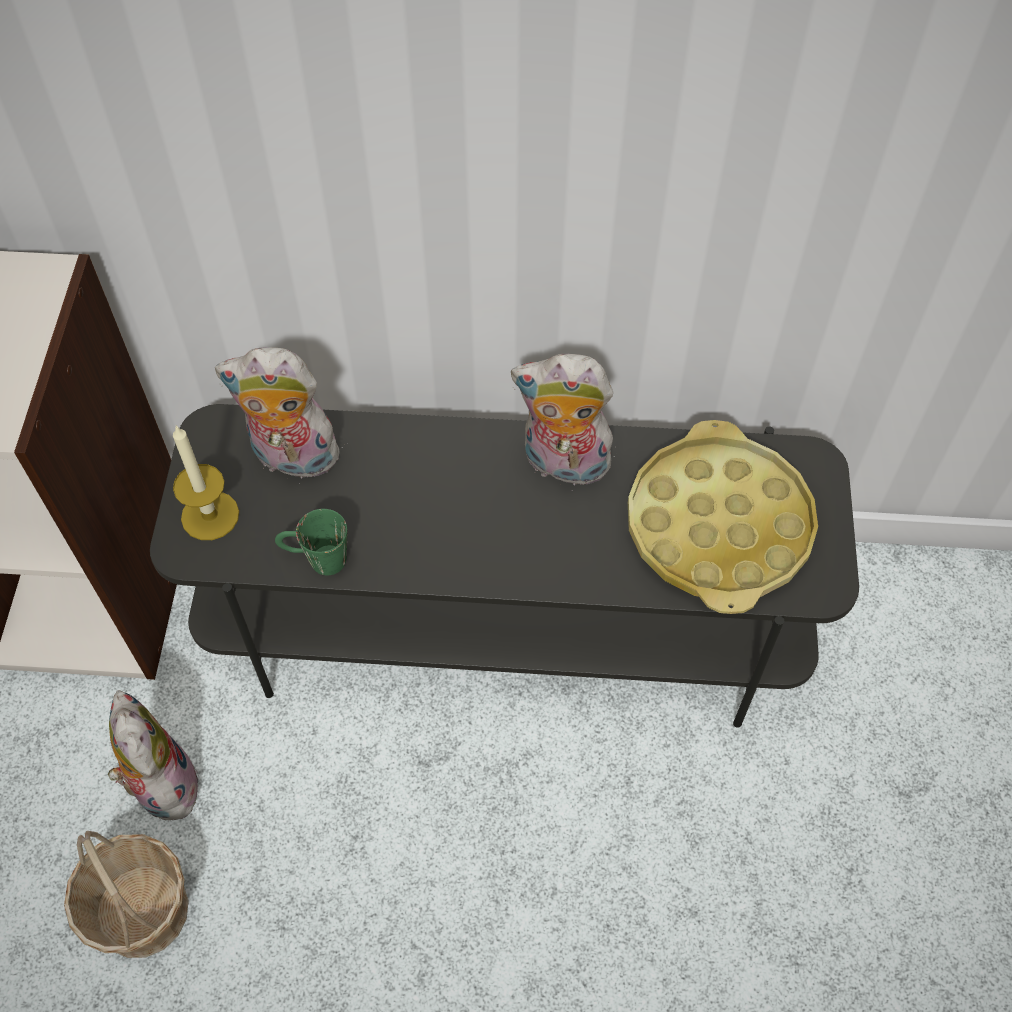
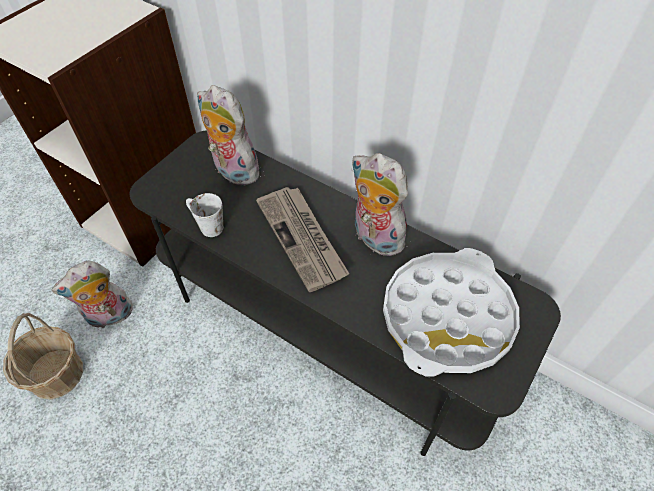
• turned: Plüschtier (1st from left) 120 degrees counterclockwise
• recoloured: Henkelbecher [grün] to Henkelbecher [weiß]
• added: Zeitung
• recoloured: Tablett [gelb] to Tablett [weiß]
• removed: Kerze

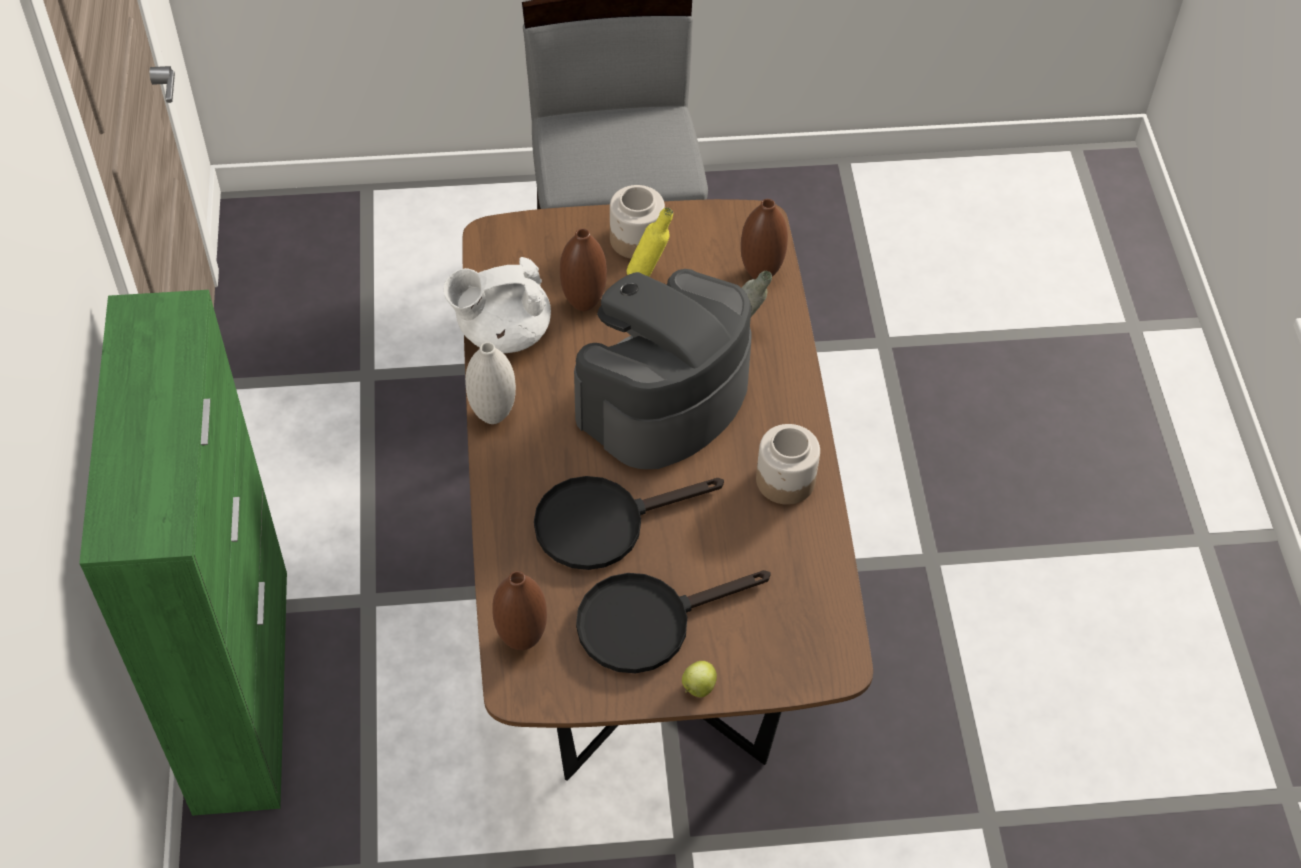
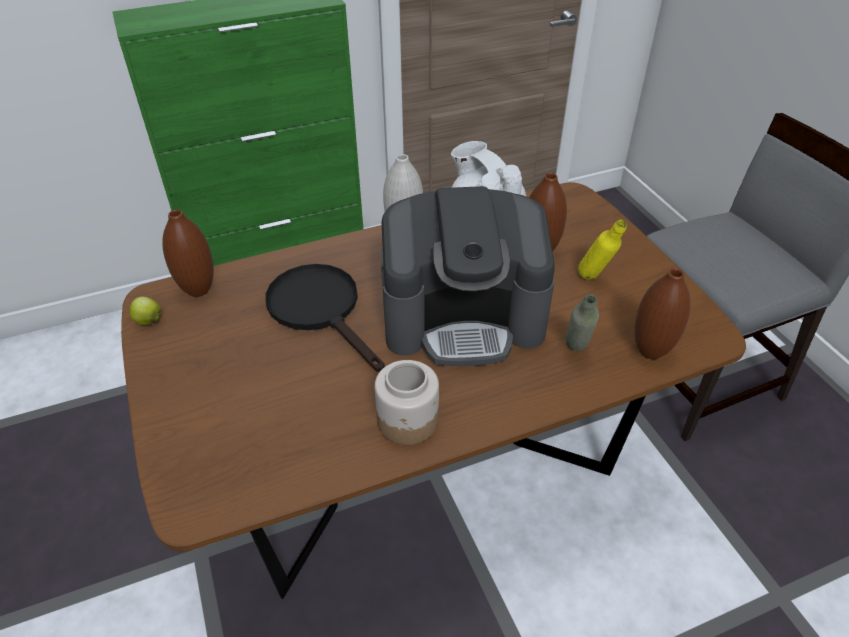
• moved: Apfel
• turned: Kaffeemaschine 150 degrees clockwise
• removed: Pfanne [schwarz] (2nd from left)
• removed: Vorratsglas (1st from left)

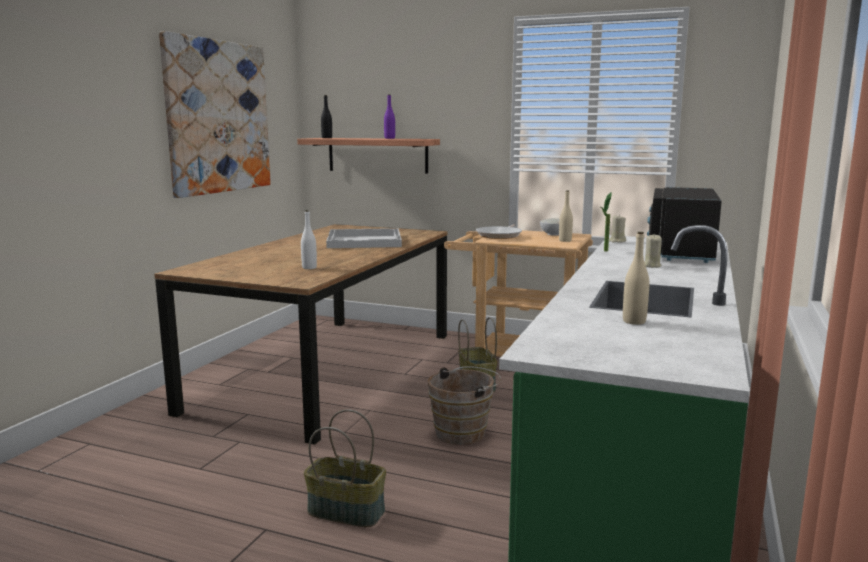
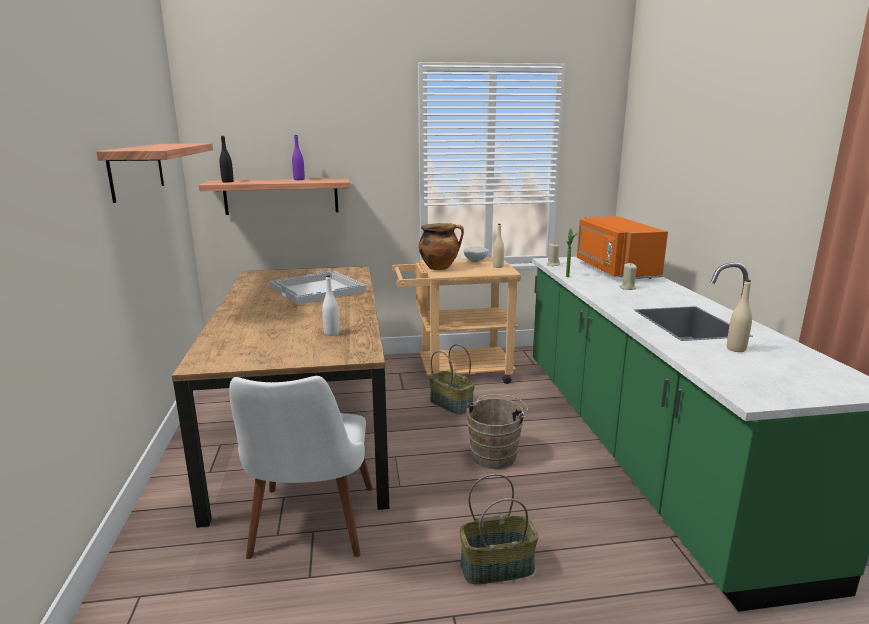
• replaced: Bild to Wandregal (1st from left)
• added: Stuhl [weiß]
• replaced: Pfanne to Kochtopf
• recoloured: Mikrowelle [schwarz] to Mikrowelle [orange]

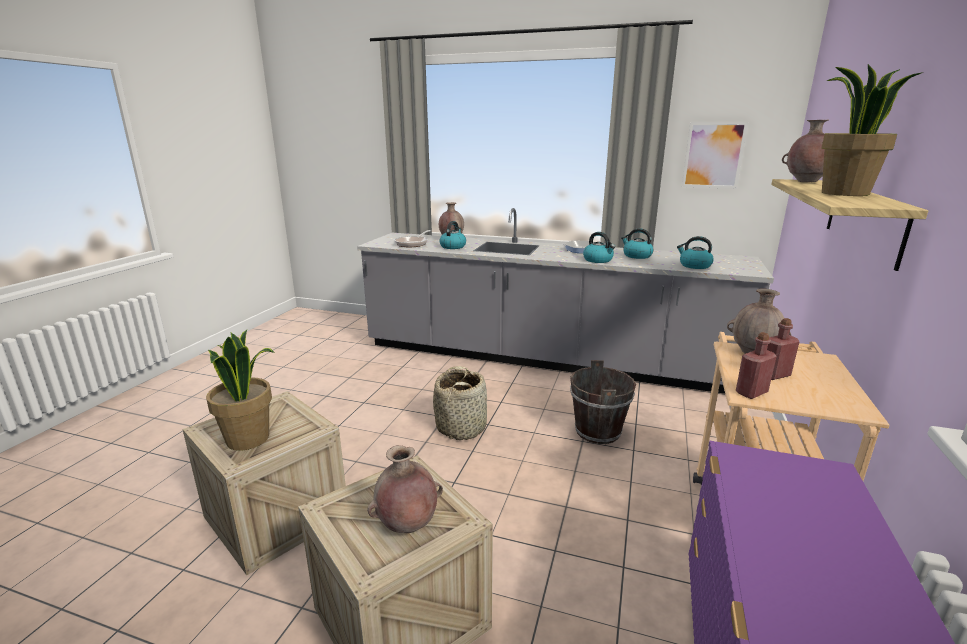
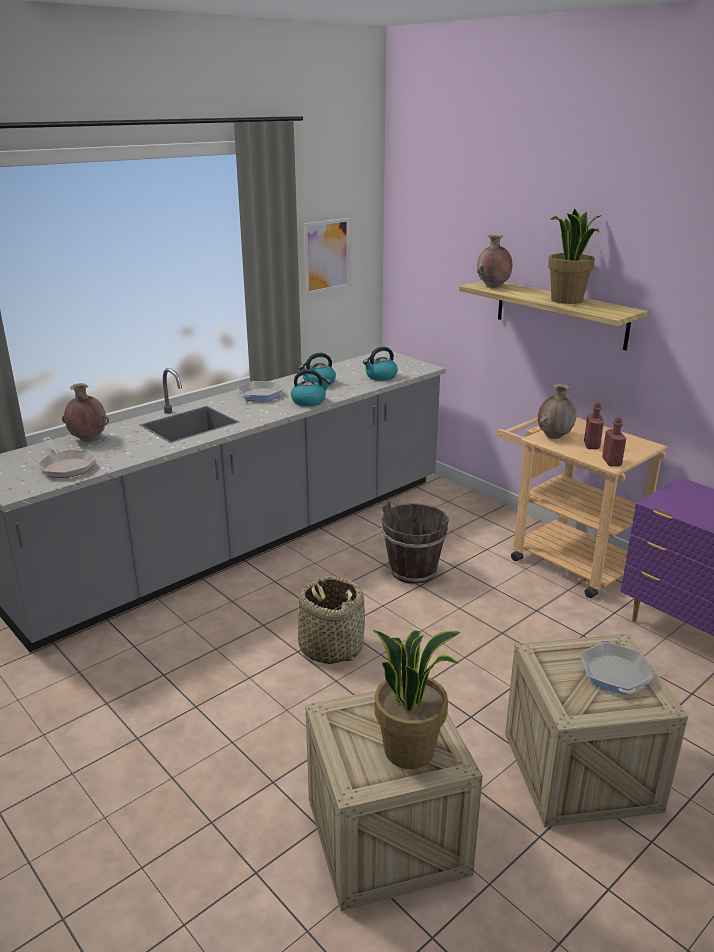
• replaced: Vase [braun] (1st from left) to Pfanne (3rd from left)
• removed: Wasserkessel (1st from left)

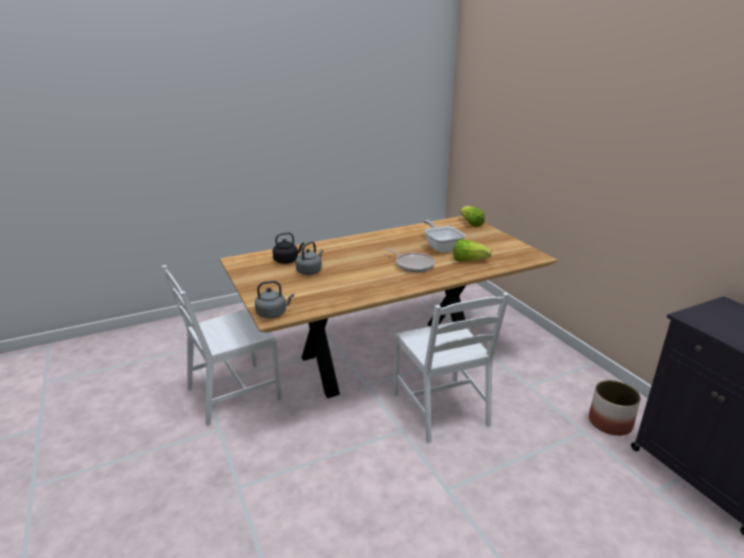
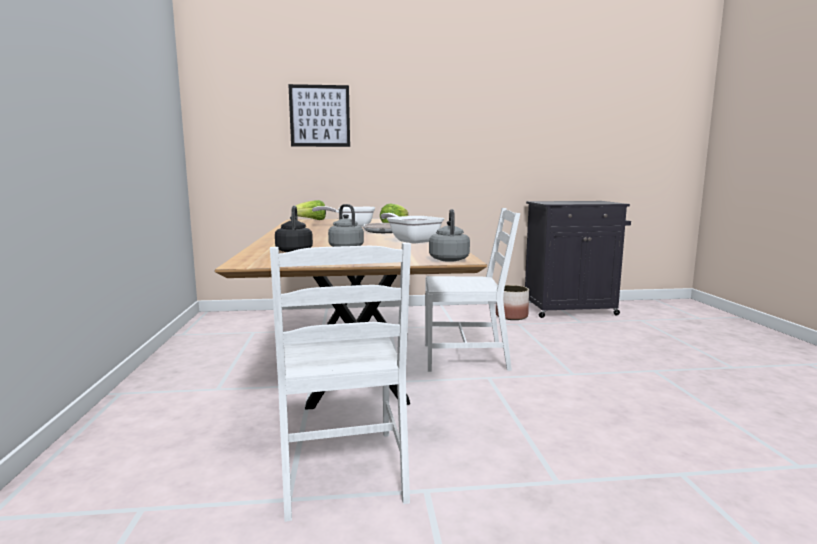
• added: Bild
• added: Pfanne (3rd from left)

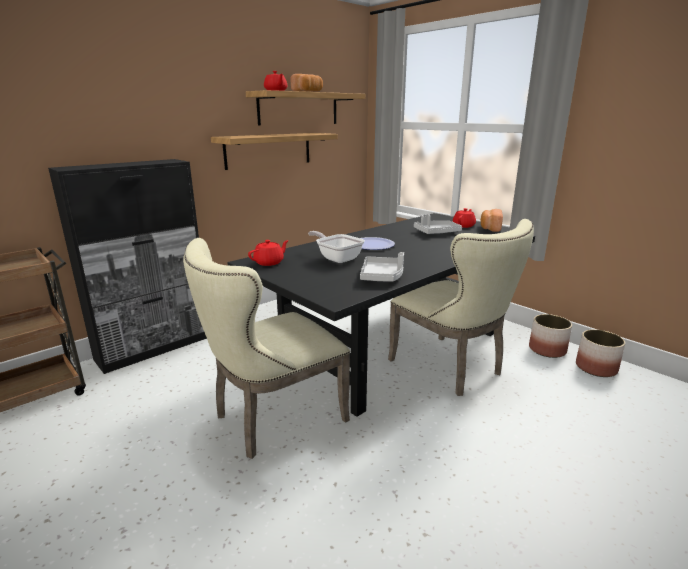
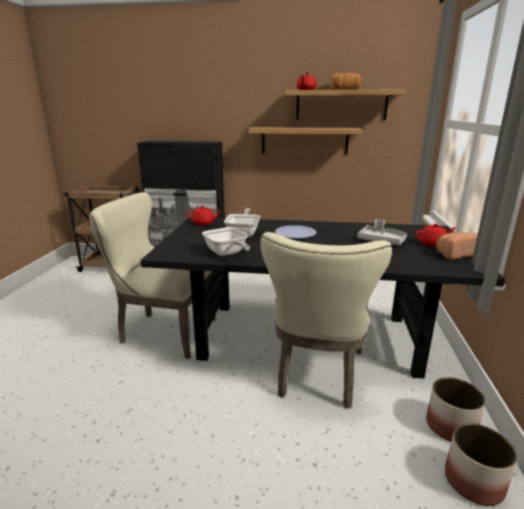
• replaced: Tablett [grau] (1st from left) to Pfanne (1st from left)

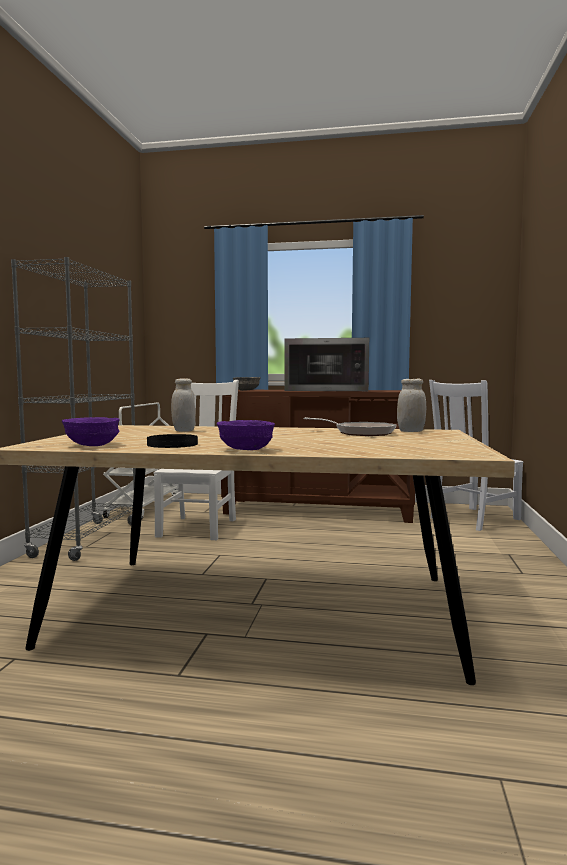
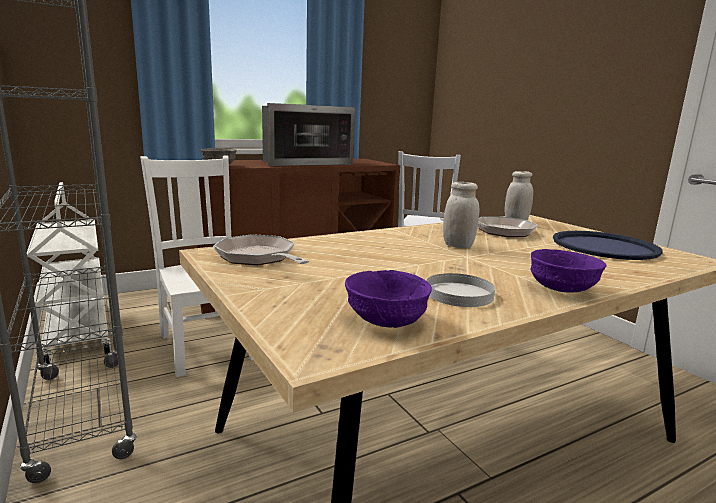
• added: Pfanne (1st from left)
• recoloured: Teller [schwarz] to Teller [weiß]
• moved: Vorratsglas [weiß] (1st from left)
• added: Tablett [blau]

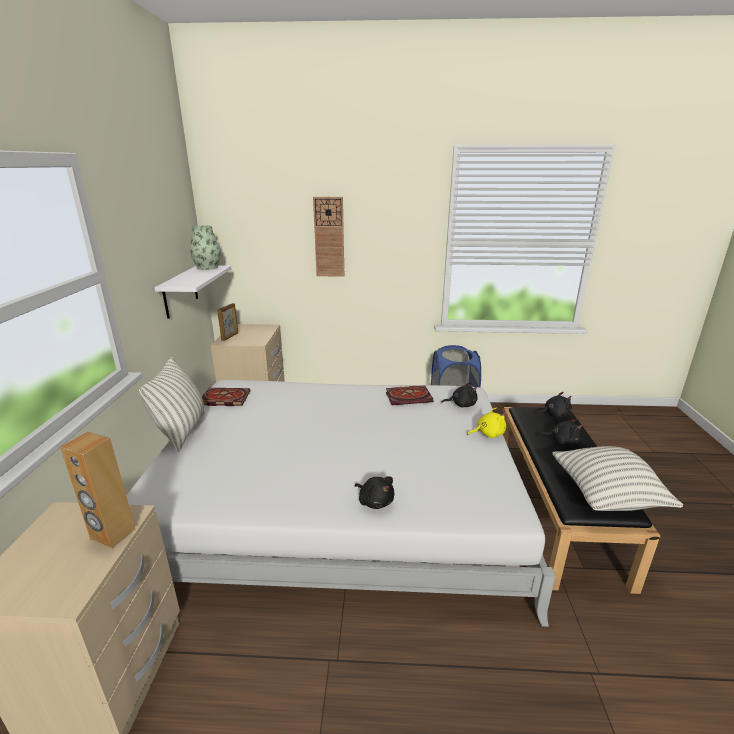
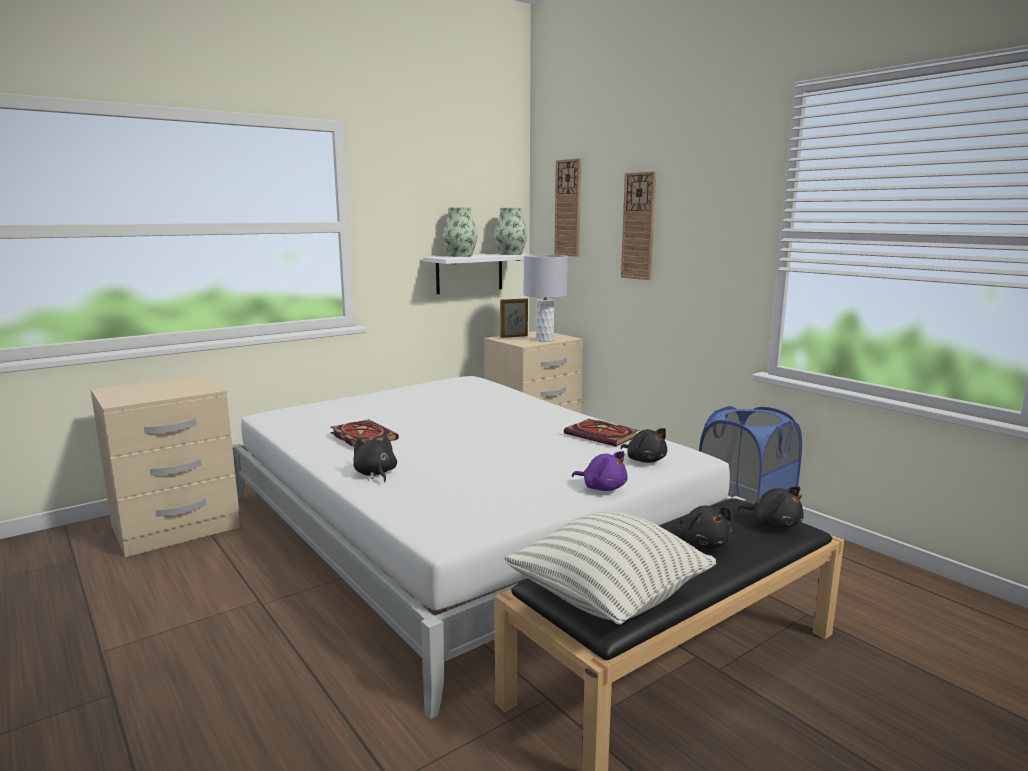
• moved: Buch (1st from left)
• turned: Plüschtier [schwarz] (1st from left) 150 degrees clockwise
• added: Vase (1st from left)
• added: Tischlampe [grau]
• added: Wanduhr (1st from left)
• recoloured: Plüschtier [gelb] to Plüschtier [lila]
• removed: Lautsprecher [braun]
• removed: Kissen (1st from left)

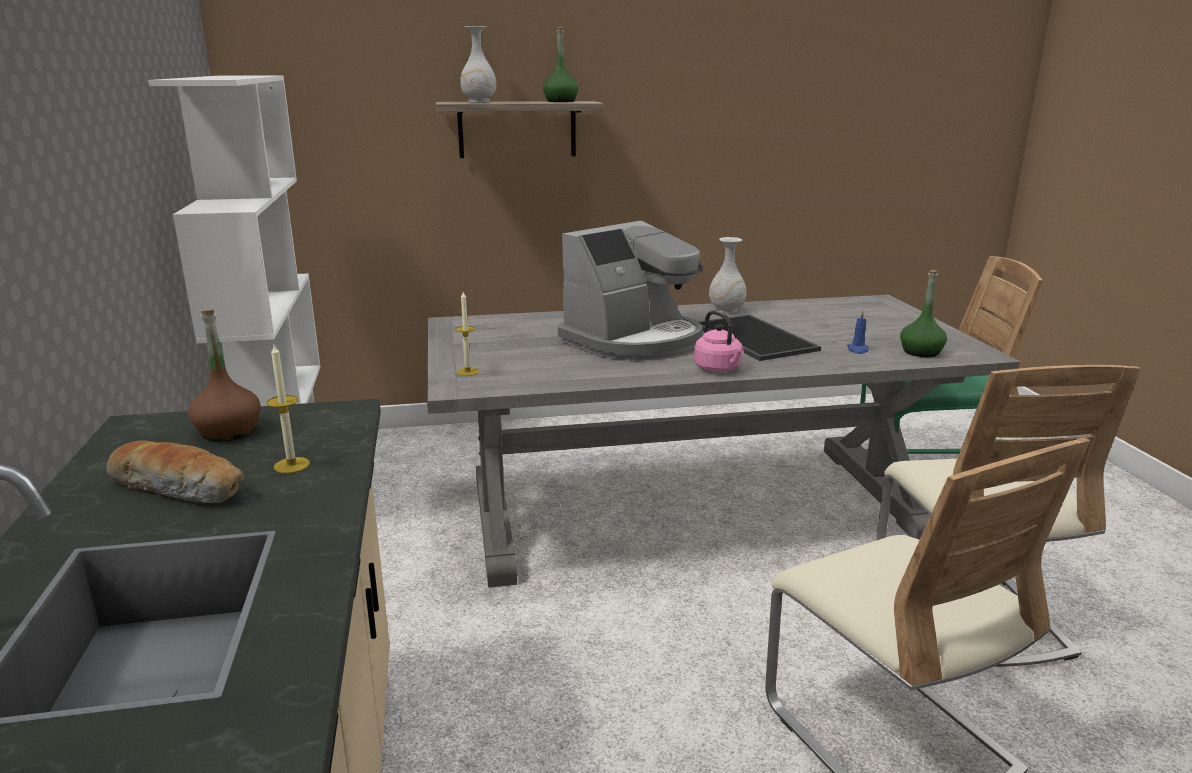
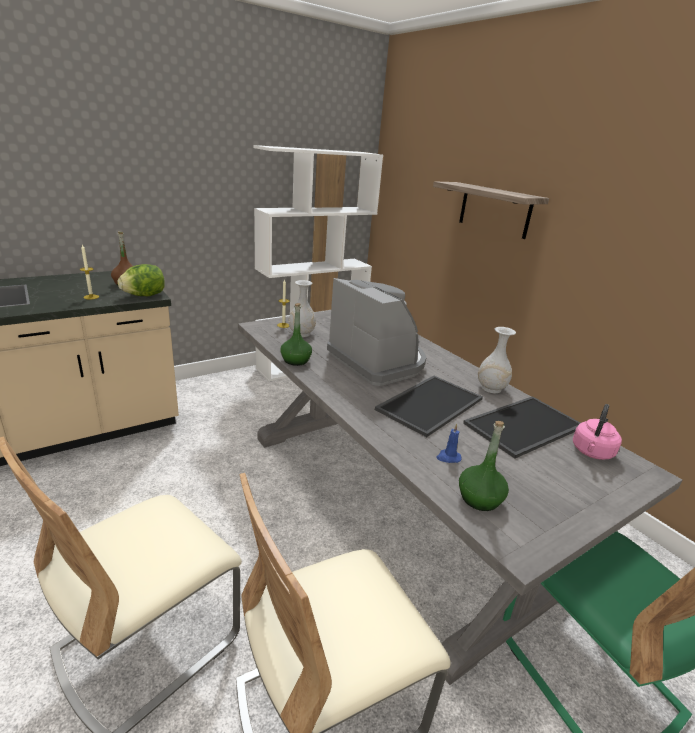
• added: Salatkopf
• moved: Flasche [grün] (1st from left)
• moved: Vase [weiß] (1st from left)
• turned: Kaffeemaschine 150 degrees counterclockwise
• added: Tablett (2nd from left)
• moved: Wasserkessel [rosa]
• removed: Brot

